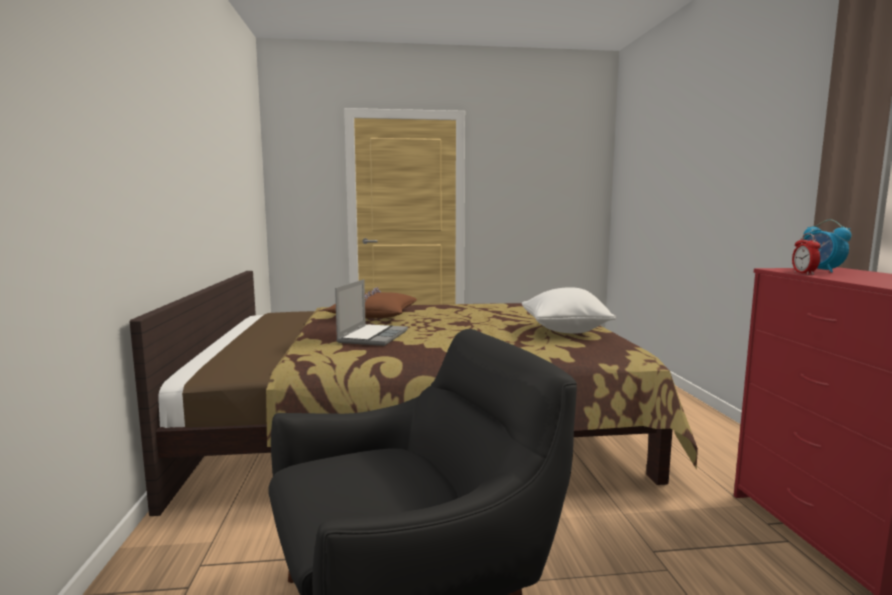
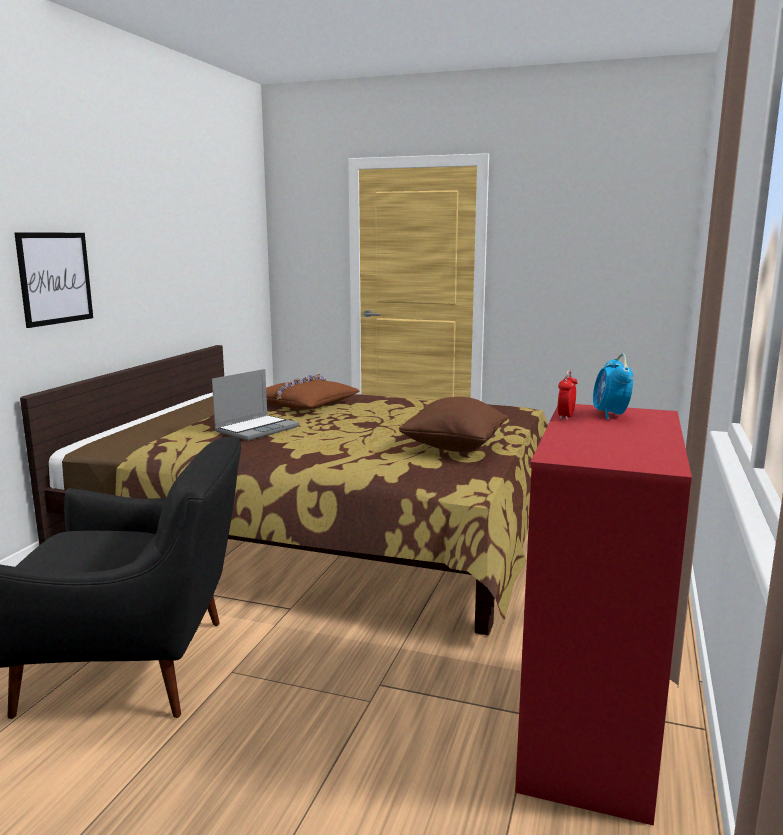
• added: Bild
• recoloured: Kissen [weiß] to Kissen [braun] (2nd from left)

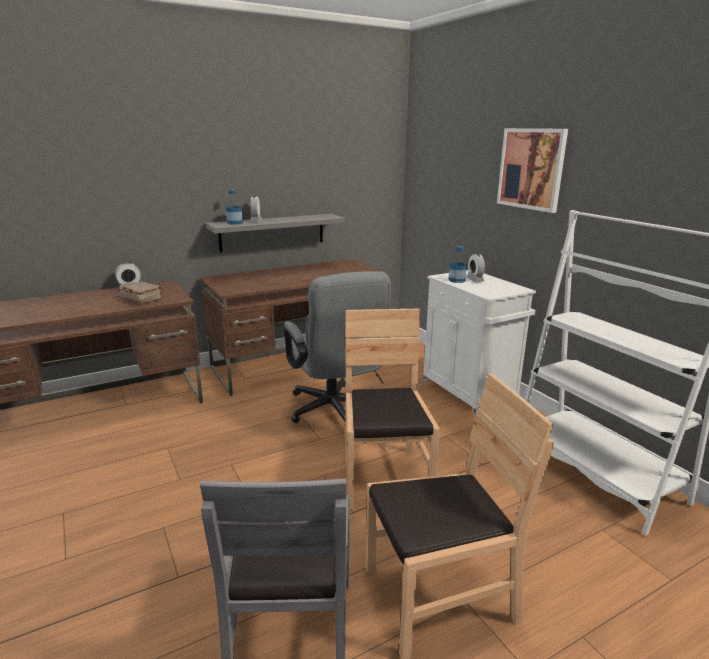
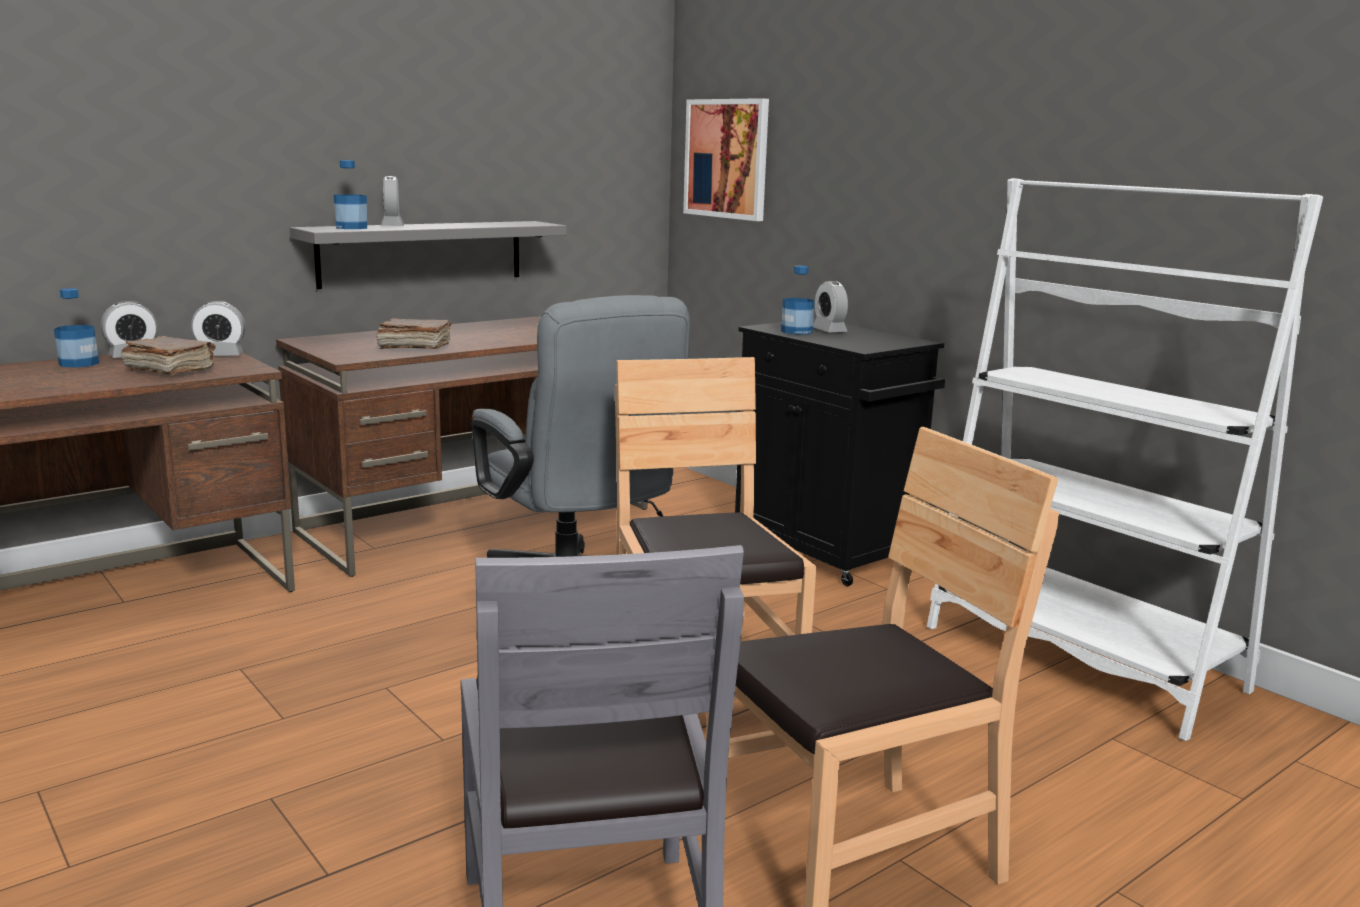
• added: Flasche (1st from left)
• added: Wecker (2nd from left)
• added: Buch [braun] (2nd from left)
• moved: Bild
• recoloured: Schrank [weiß] to Schrank [schwarz]

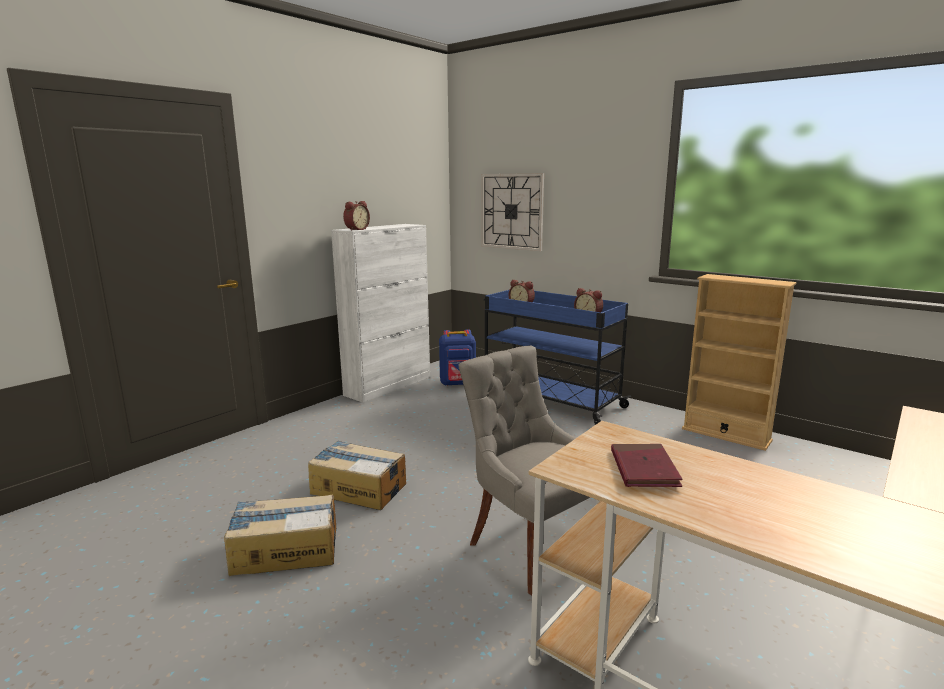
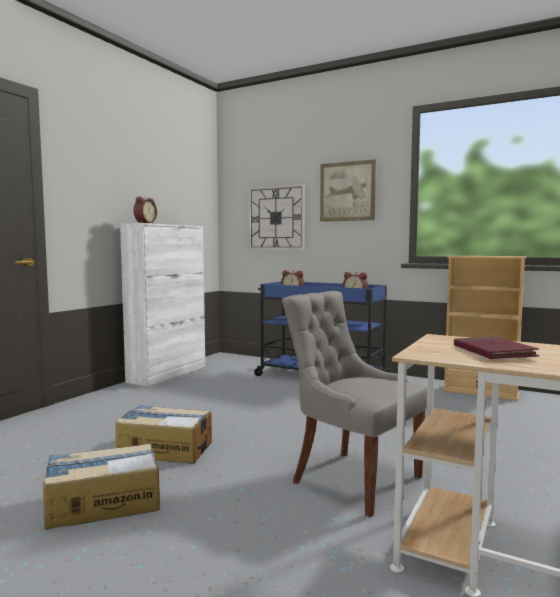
• added: Bild
• removed: Rucksack [blau]

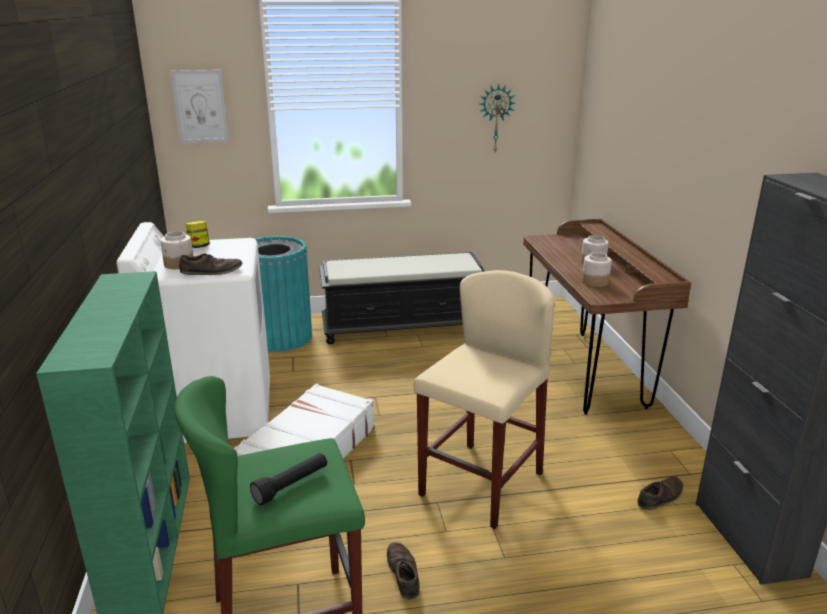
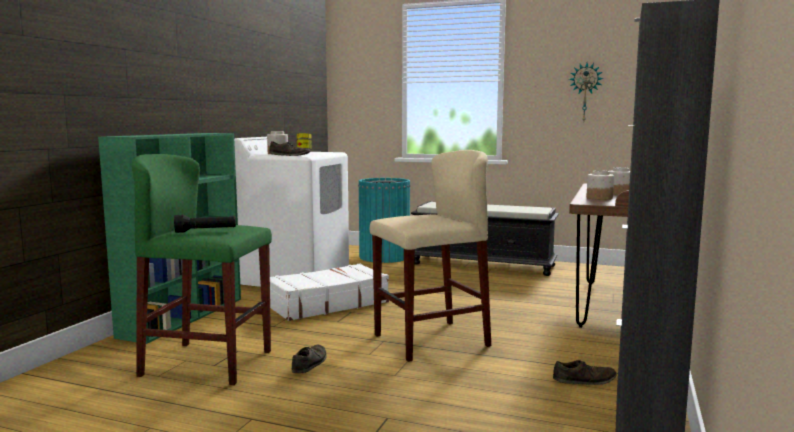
• removed: Bild

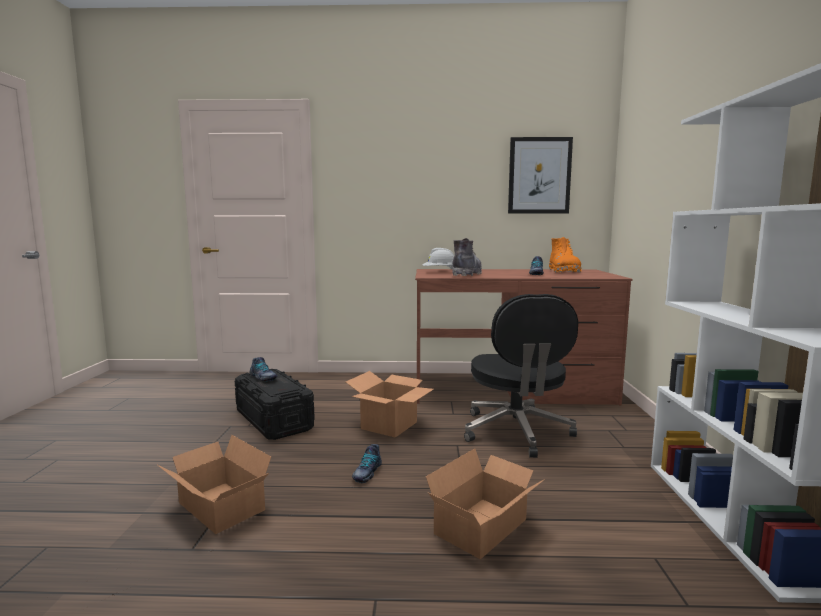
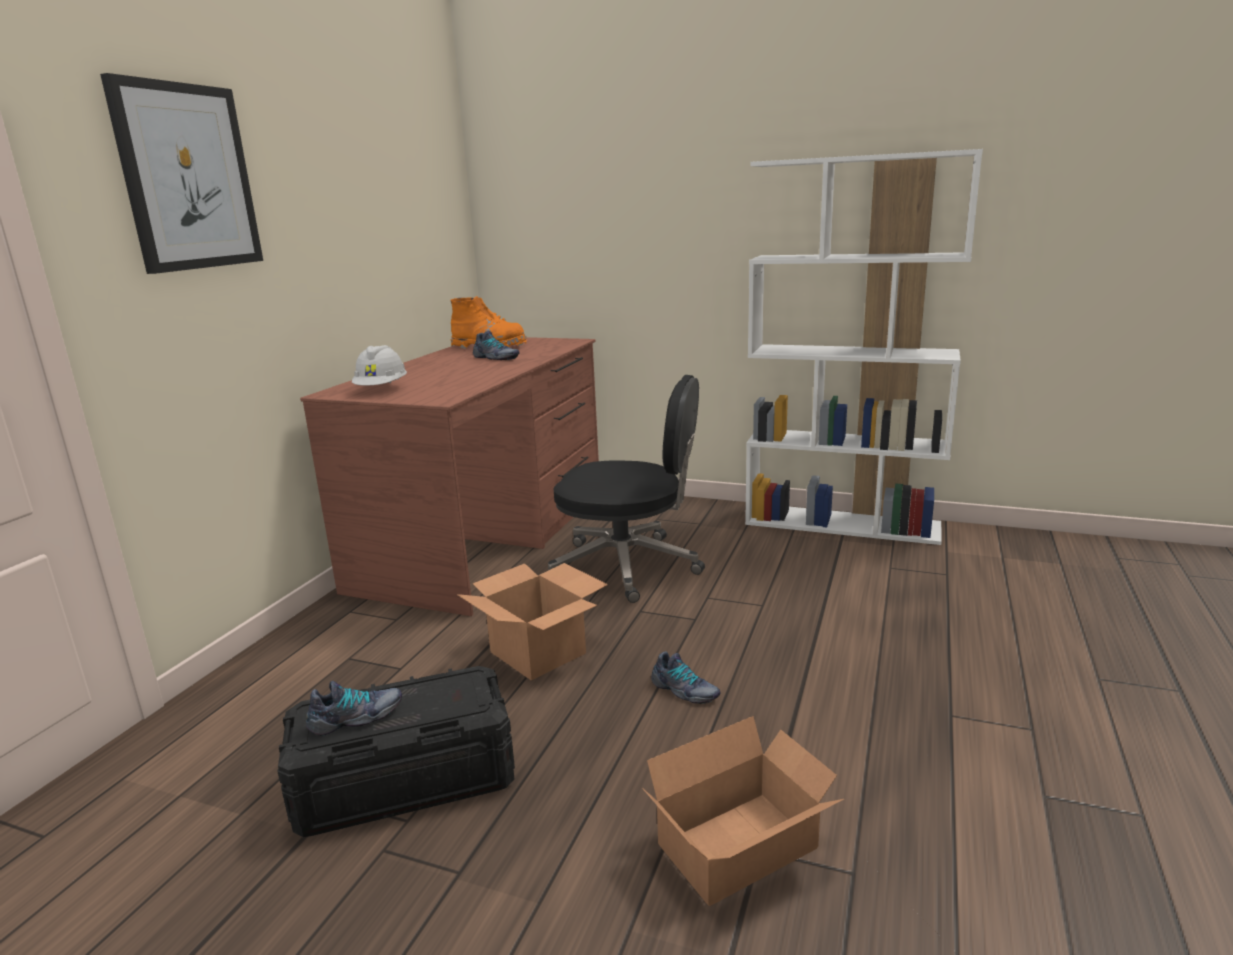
• moved: Bild
• removed: Karton (3rd from left)
• removed: Stiefel [grau]

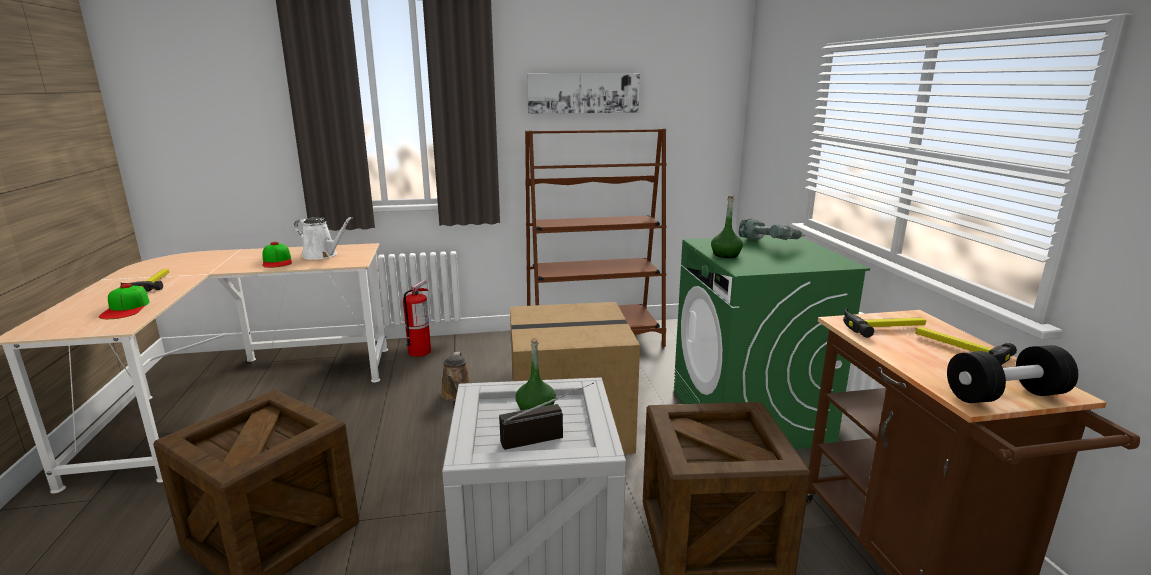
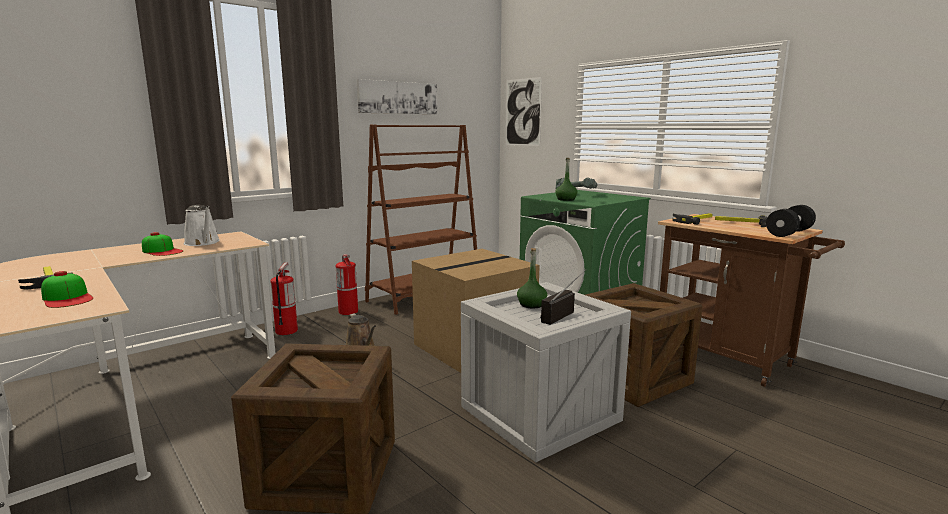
• turned: Gießkanne [weiß] 60 degrees clockwise
• added: Feuerlöscher (2nd from left)
• added: Bild (2nd from left)

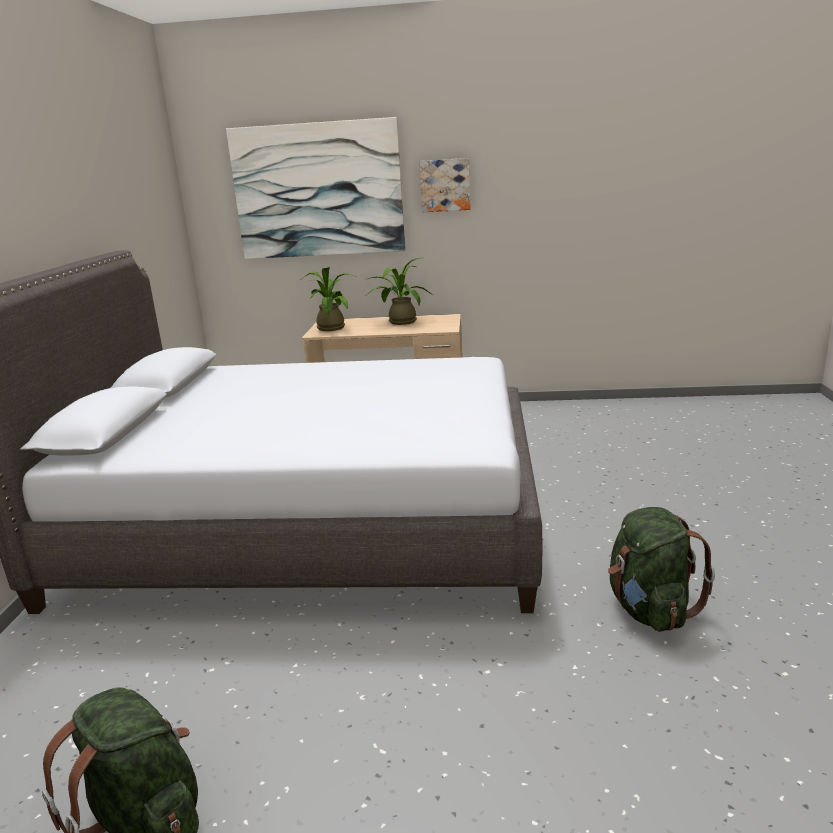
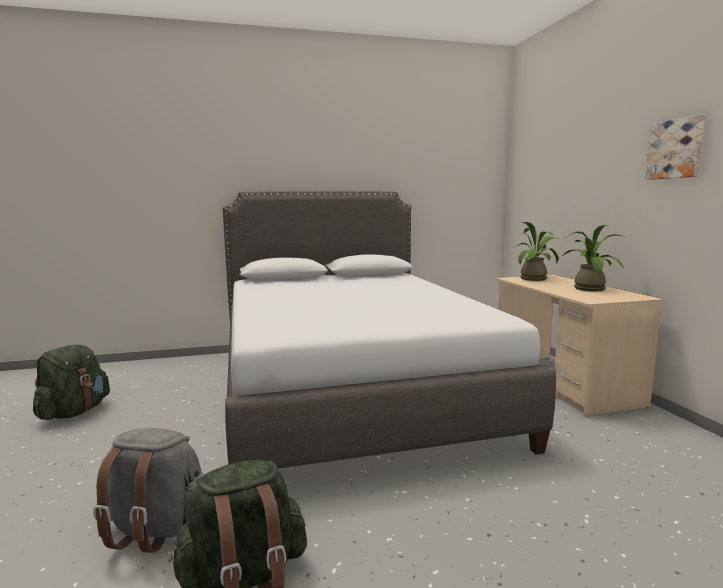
• added: Rucksack [grau]
• removed: Bild (1st from left)

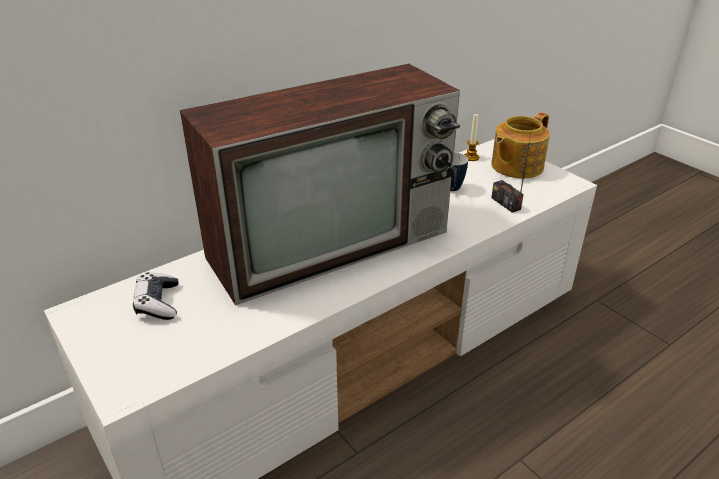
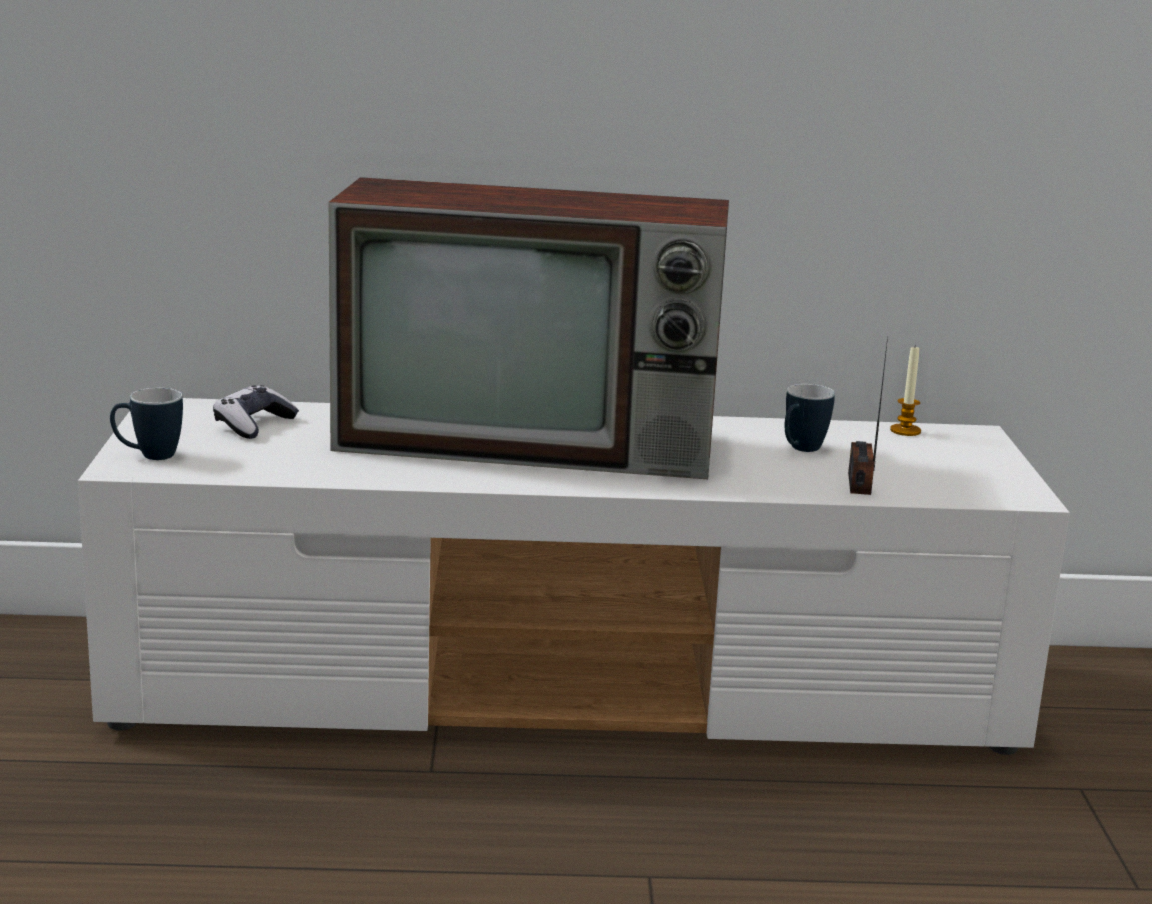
• added: Henkelbecher (1st from left)
• removed: Teekanne

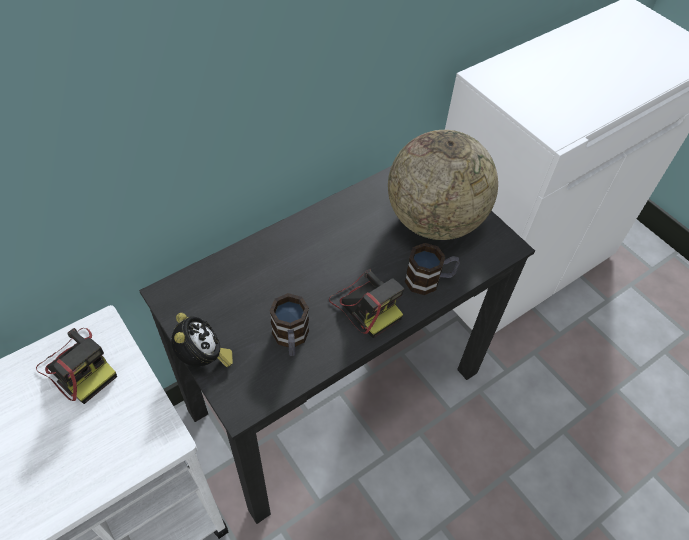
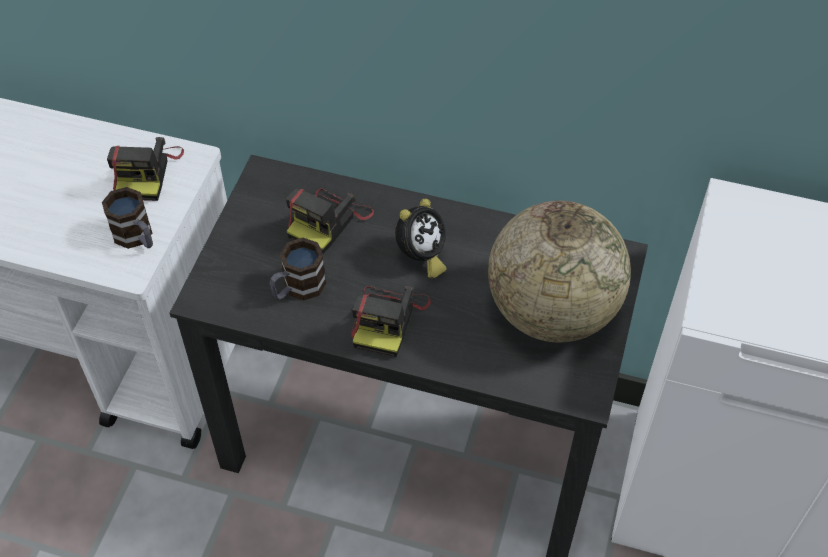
• moved: Henkelbecher (2nd from left in the first image) to Henkelbecher (1st from left)
• added: Kamera (2nd from left)
• moved: Wecker

